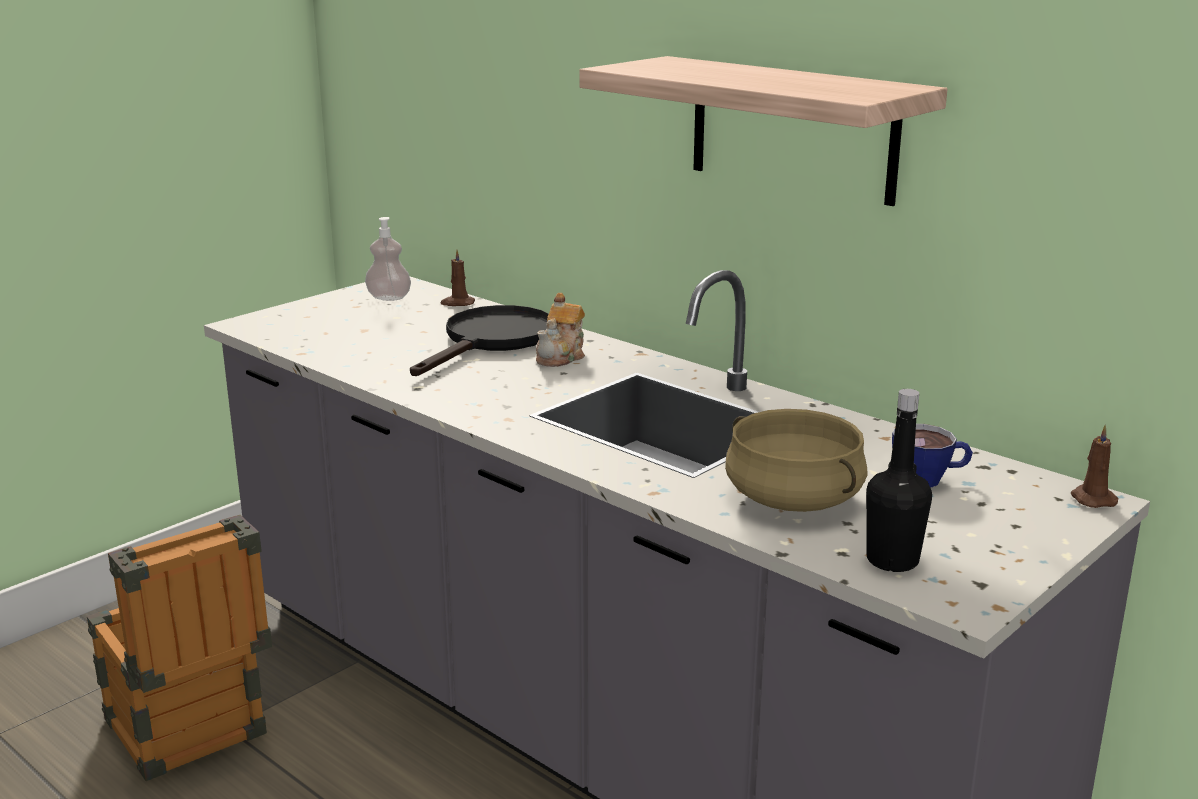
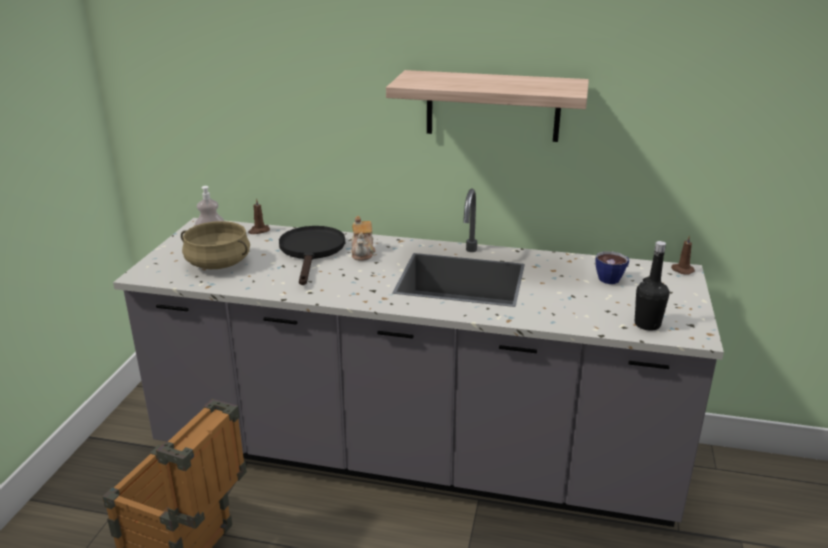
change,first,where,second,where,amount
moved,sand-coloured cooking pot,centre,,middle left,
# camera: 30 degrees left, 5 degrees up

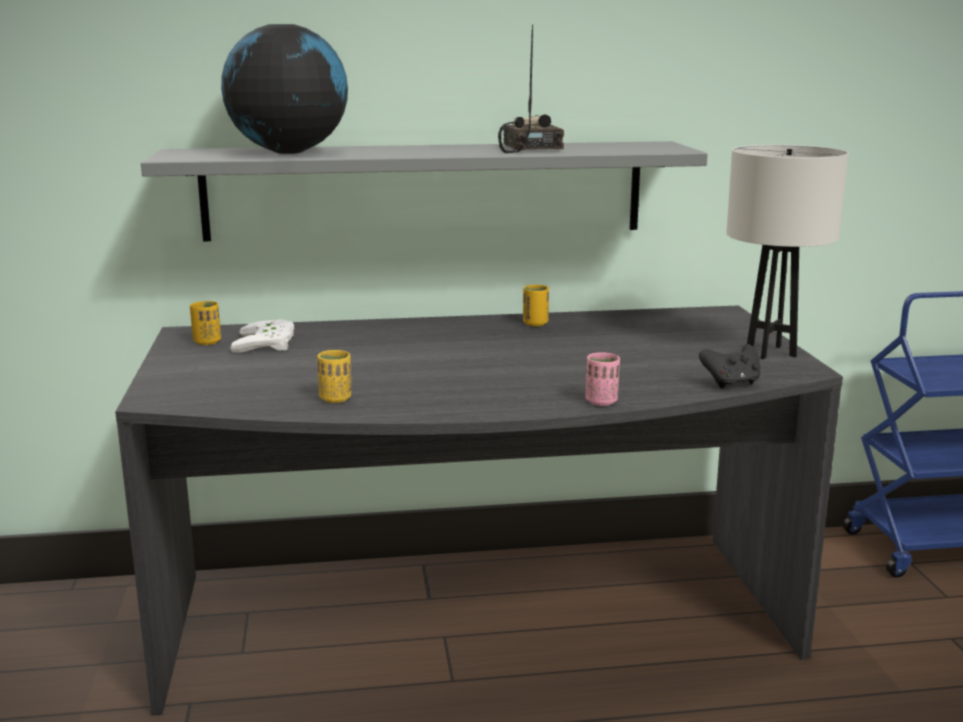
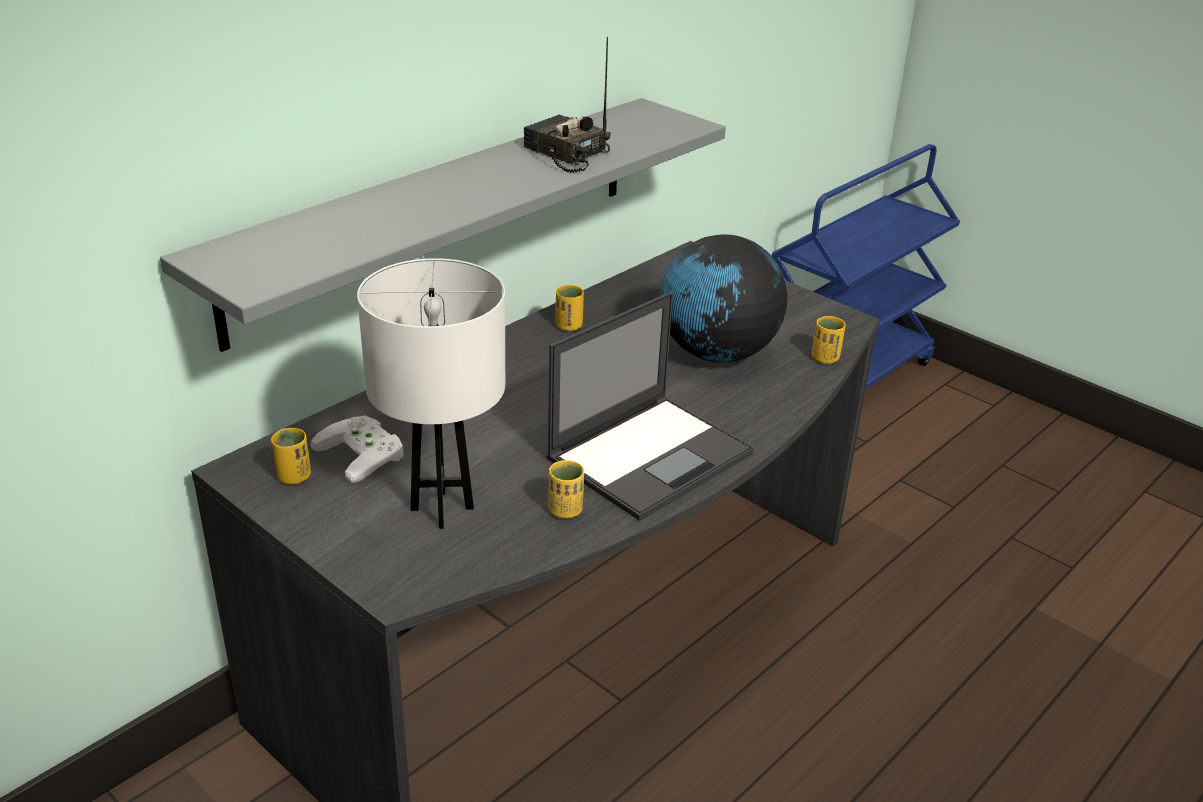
change,first,where,second,where,amount
moved,desk globe,top left,,centre,
moved,white-coloured lamp for a table,middle right,,centre,
replaced,black game controller,middle right,yellow drinking cup (4th from left),middle right,
removed,pink-coloured drinking cup,centre,,,
added,,,notebook computer,centre,
# camera: 40 degrees left, 15 degrees up

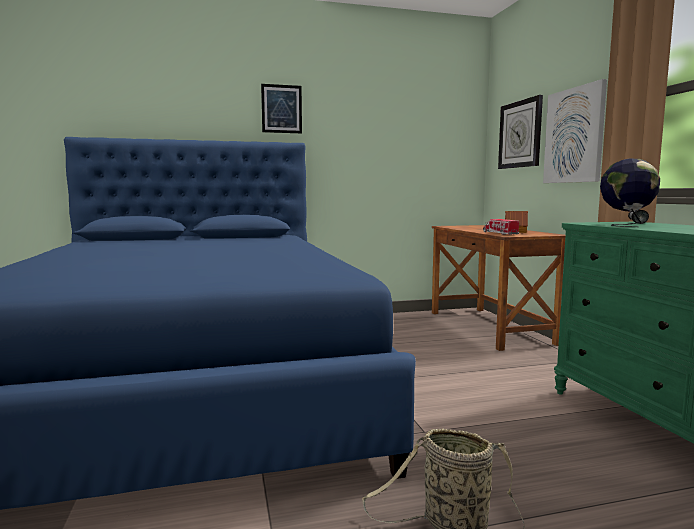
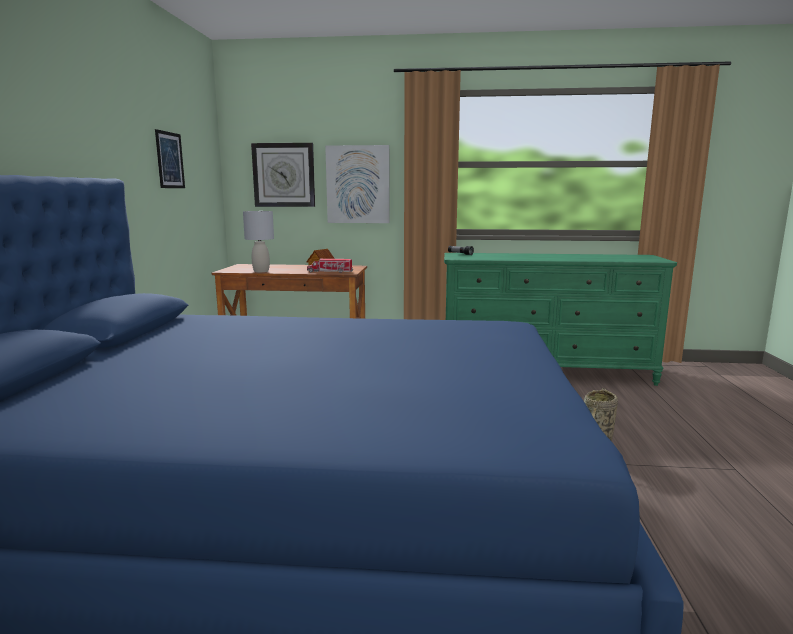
change,first,where,second,where,amount
moved,wall picture (1st from left),top centre,,top left,
removed,desk globe,middle right,,,
added,,,gray lamp for a table,middle left,
# camera: 70 degrees left, 5 degrees up

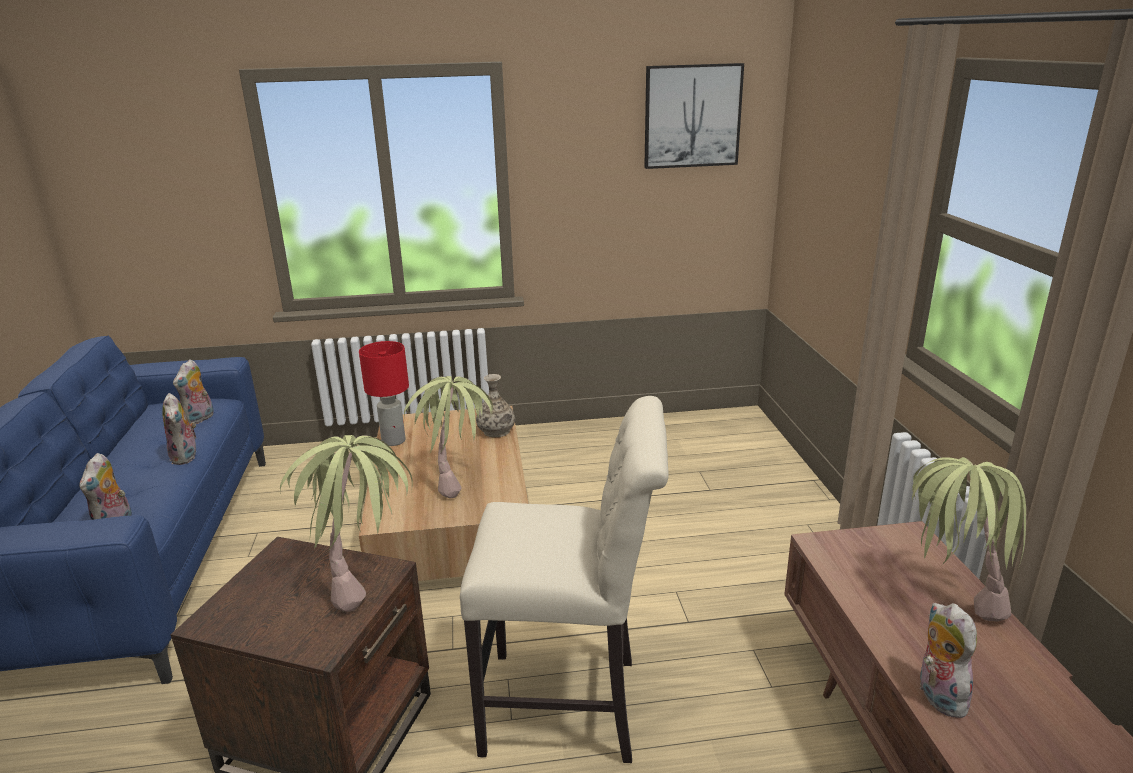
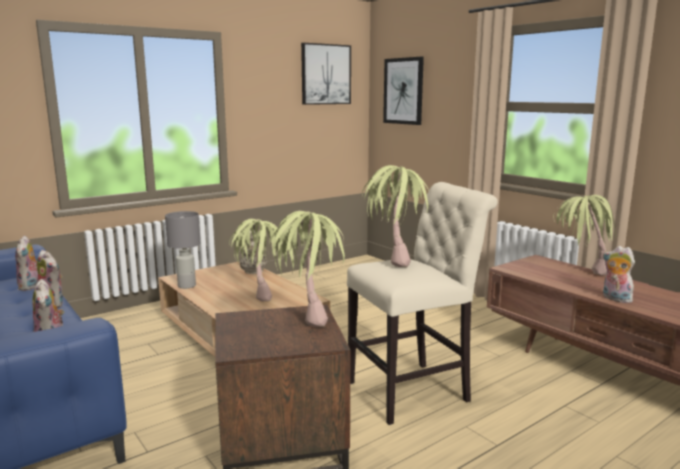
change,first,where,second,where,amount
recoloured,red lamp for a table,centre,gray lamp for a table,middle left,
added,,,wall picture (2nd from left),top centre,
added,,,houseplant (3rd from left),centre,
# camera: 30 degrees left, 10 degrees down

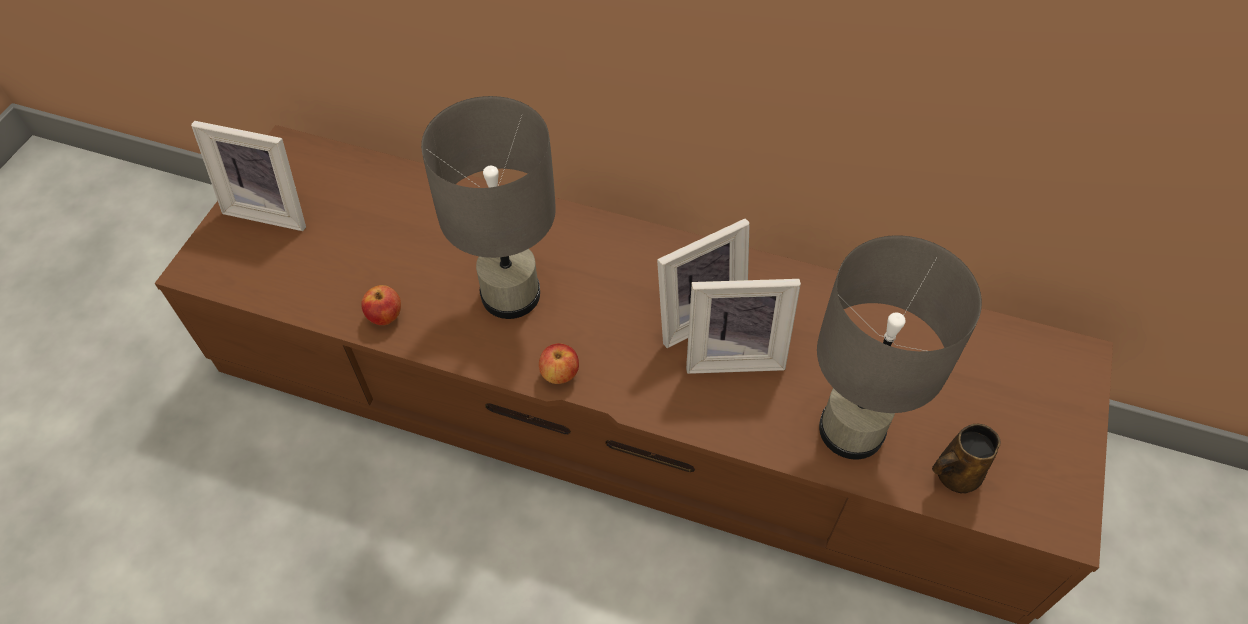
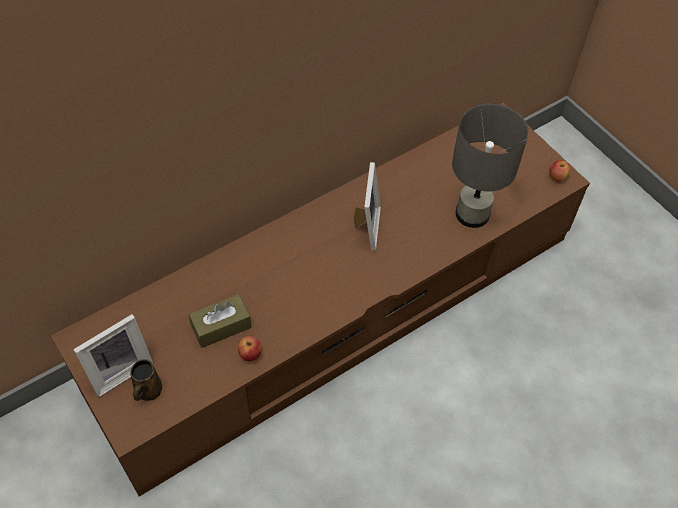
change,first,where,second,where,amount
removed,gray lamp for a table (1st from left),top centre,,,
removed,standing frame (3rd from left),centre,,,
moved,apple (2nd from left),centre,,middle right,
moved,brown tea mug,bottom right,,bottom left,
added,,,brown tissue holder,middle left,
# camera: 55 degrees left, 0 degrees up

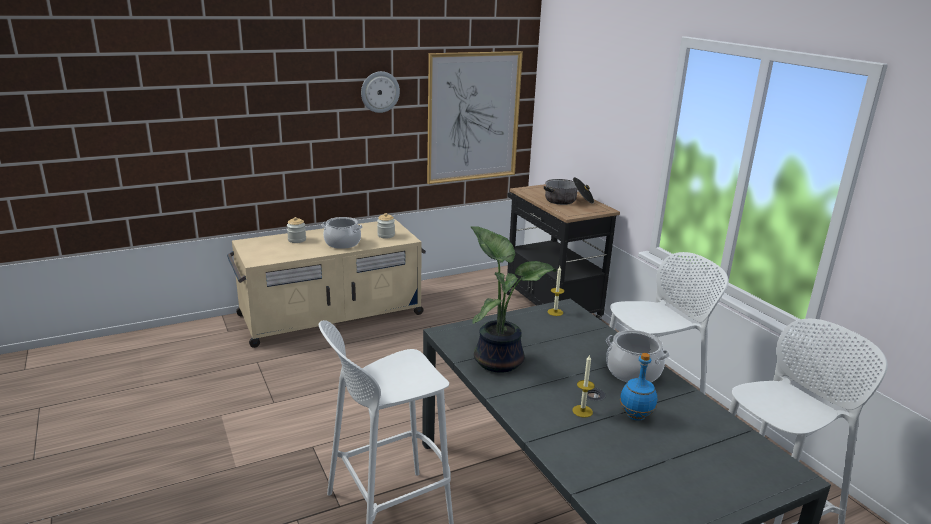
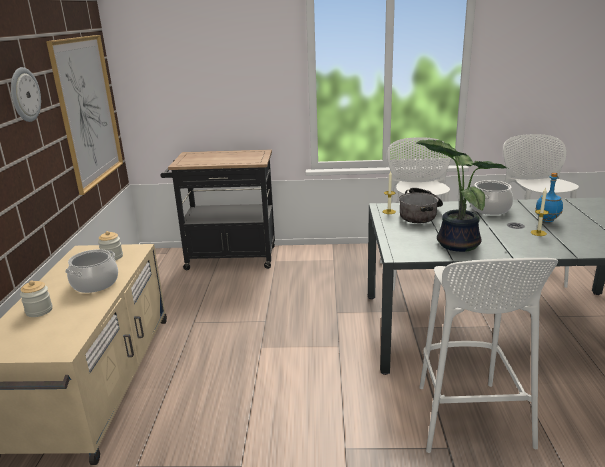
change,first,where,second,where,amount
moved,cooking pot (2nd from left),centre,,middle right,
# camera: 60 degrees left, 0 degrees up

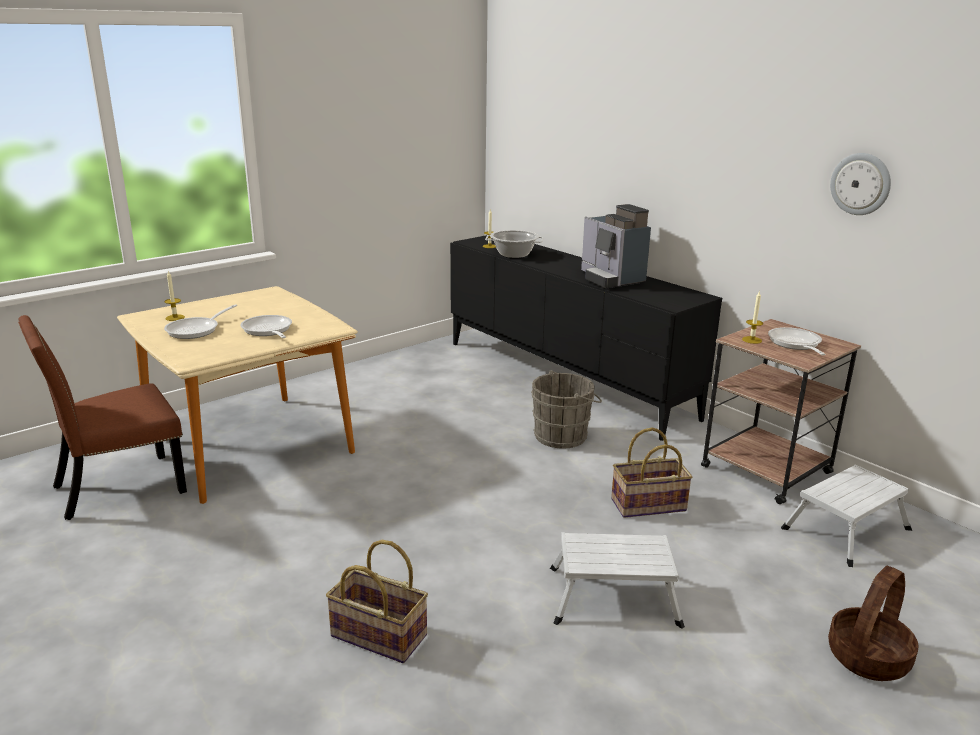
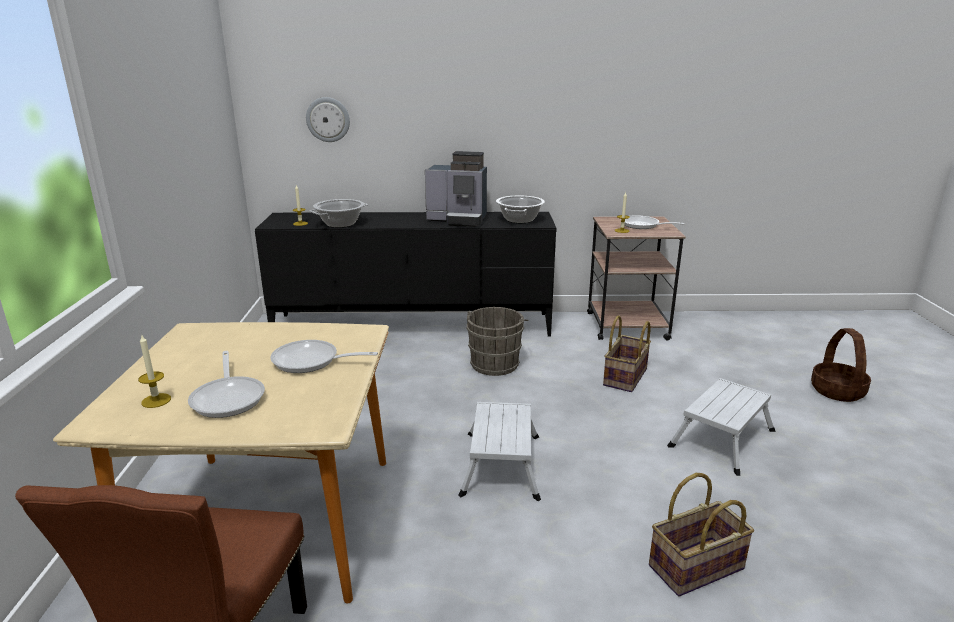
change,first,where,second,where,amount
moved,hanging clock,top right,,top centre,
moved,white-coloured step stool (2nd from left in the first image),bottom right,white-coloured step stool (1st from left),bottom centre,
added,,,cooking pot (2nd from left),centre,
# camera: 50 degrees left, 0 degrees up

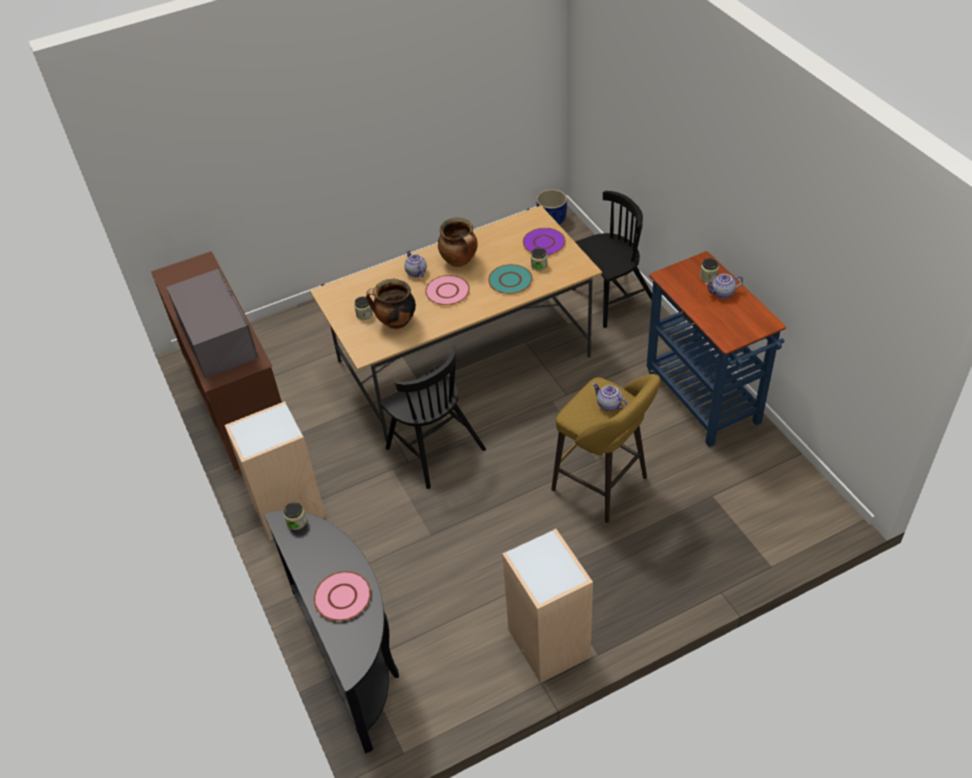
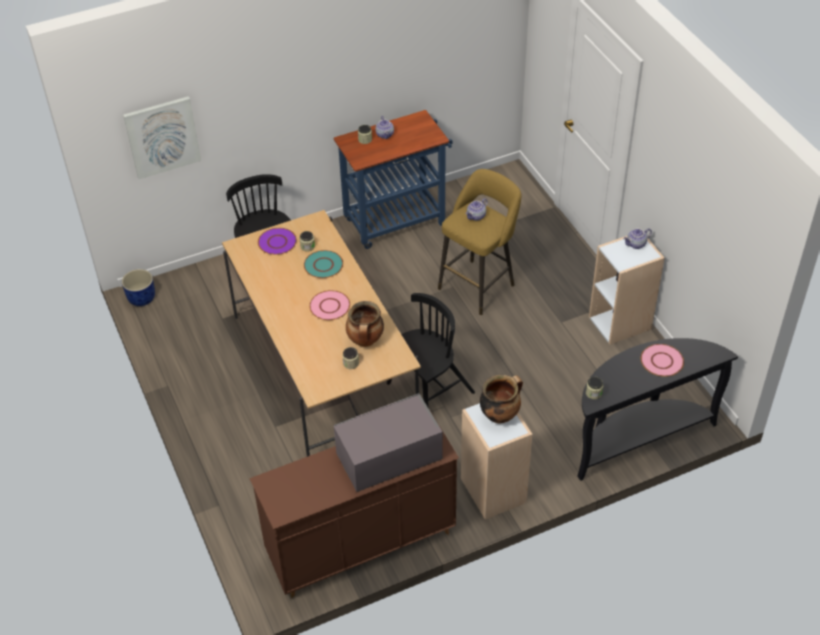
change,first,where,second,where,amount
moved,cooking pot (2nd from left),top centre,,centre,
moved,tea pot (1st from left in the first image),centre,tea pot (3rd from left),middle right,
added,,,wall picture,top left,
# camera: 90 degrees left, 0 degrees up

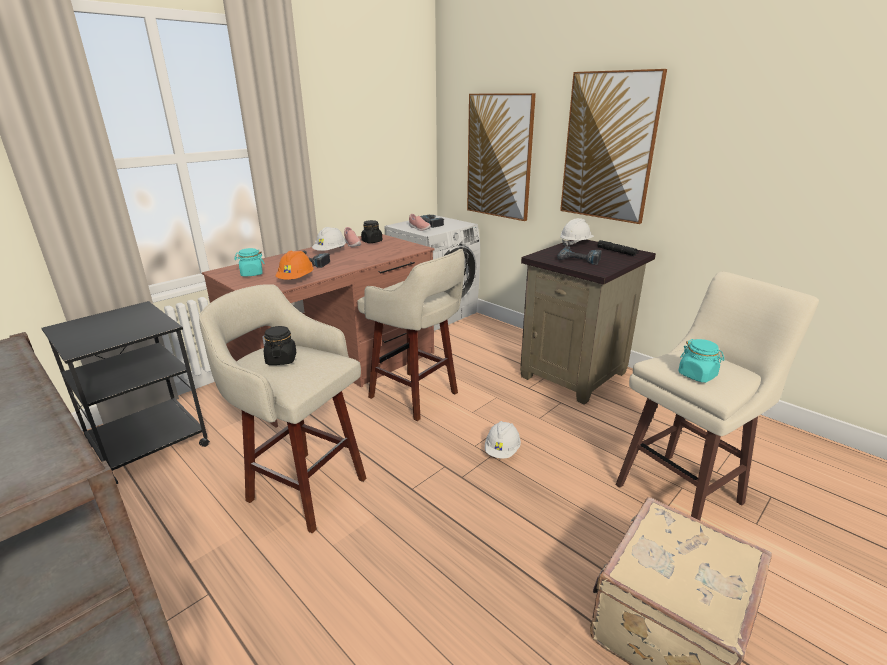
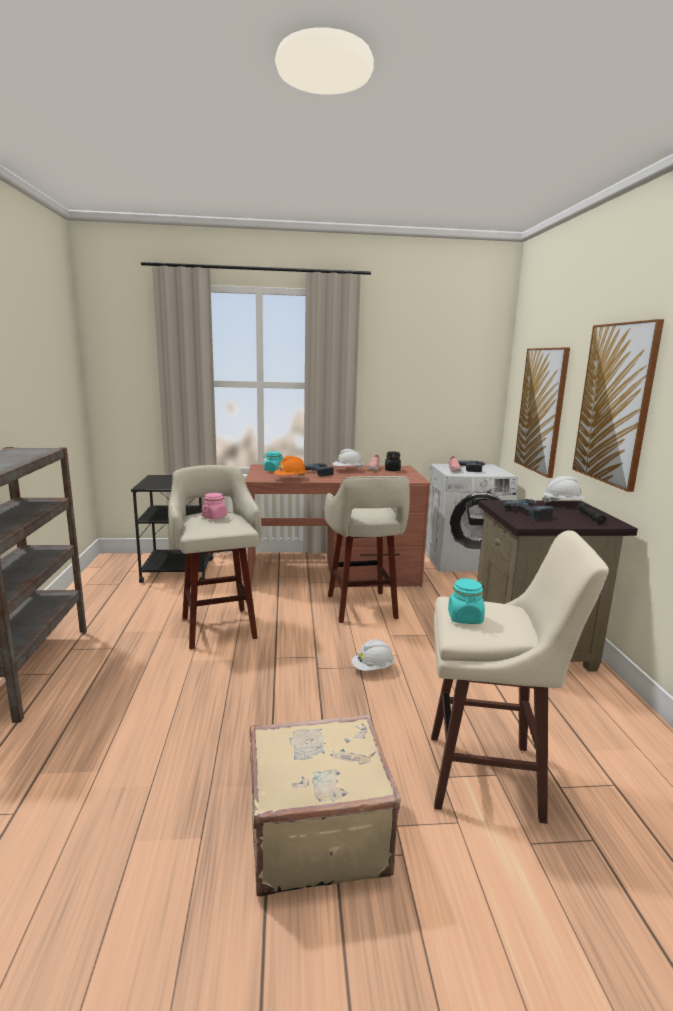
change,first,where,second,where,amount
recoloured,black preserve jar (1st from left),middle left,pink-coloured preserve jar,middle left,
# camera: 40 degrees right, 10 degrees down

